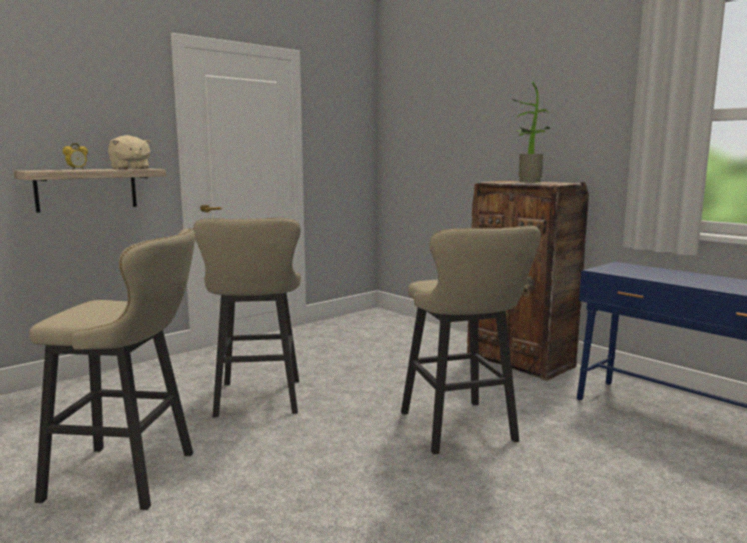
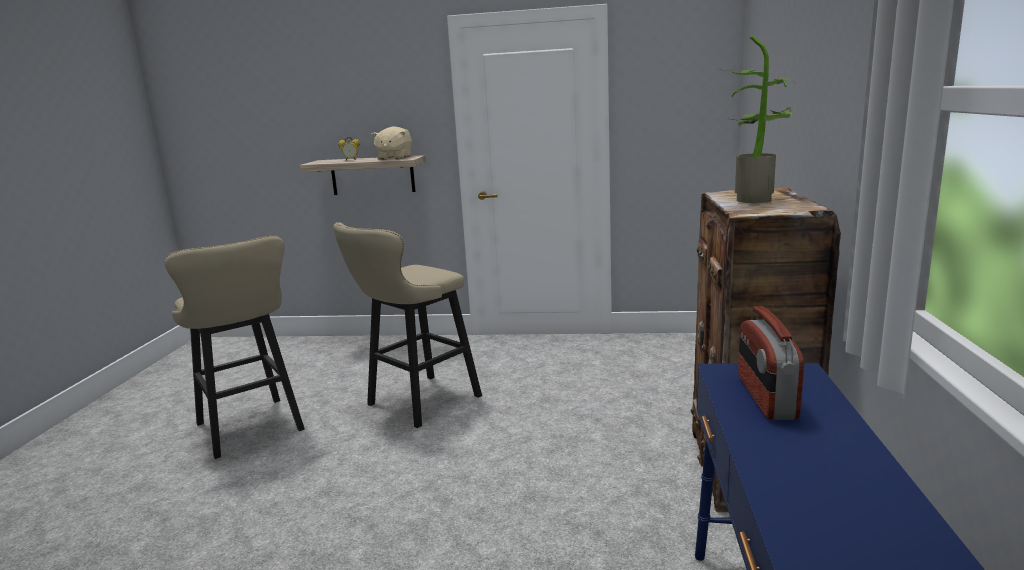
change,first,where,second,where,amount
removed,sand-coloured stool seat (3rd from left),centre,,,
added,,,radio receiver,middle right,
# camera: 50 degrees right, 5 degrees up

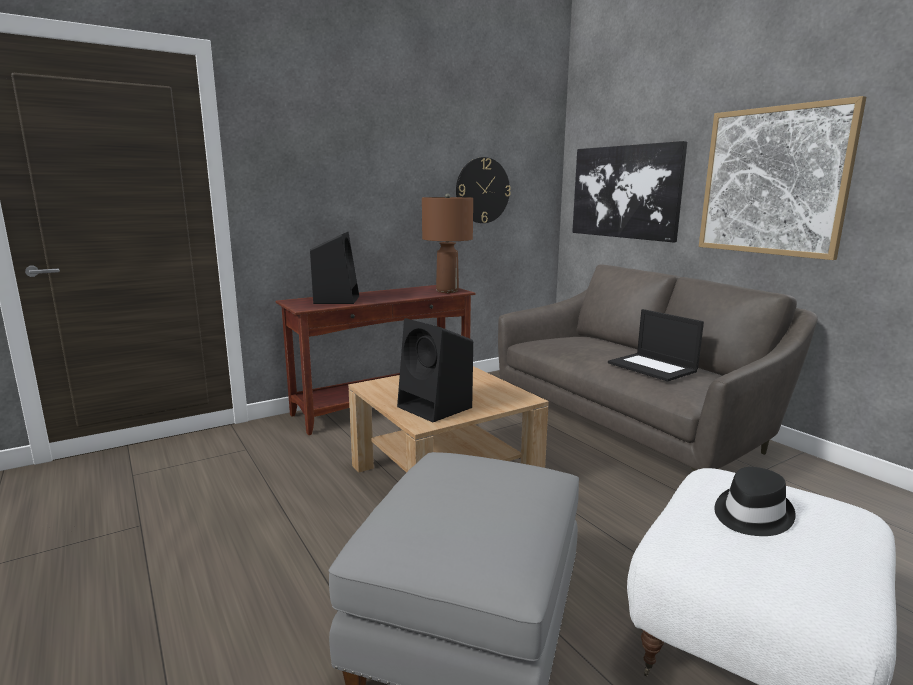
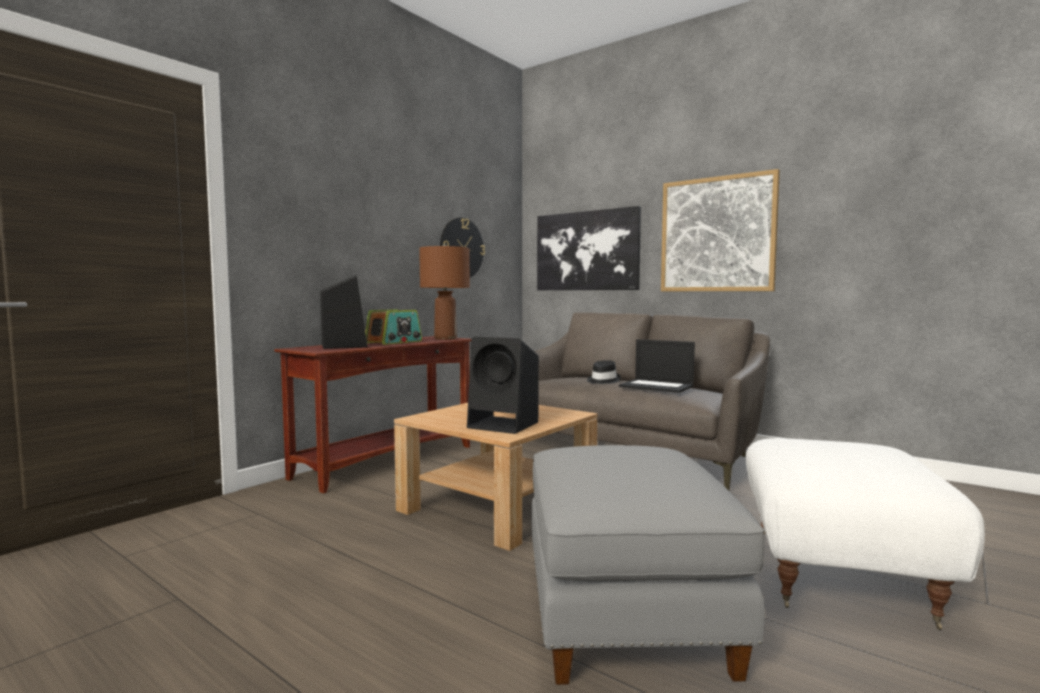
change,first,where,second,where,amount
moved,black clothing hat,bottom right,,centre,
added,,,radio receiver,centre,
# camera: 20 degrees left, 10 degrees down

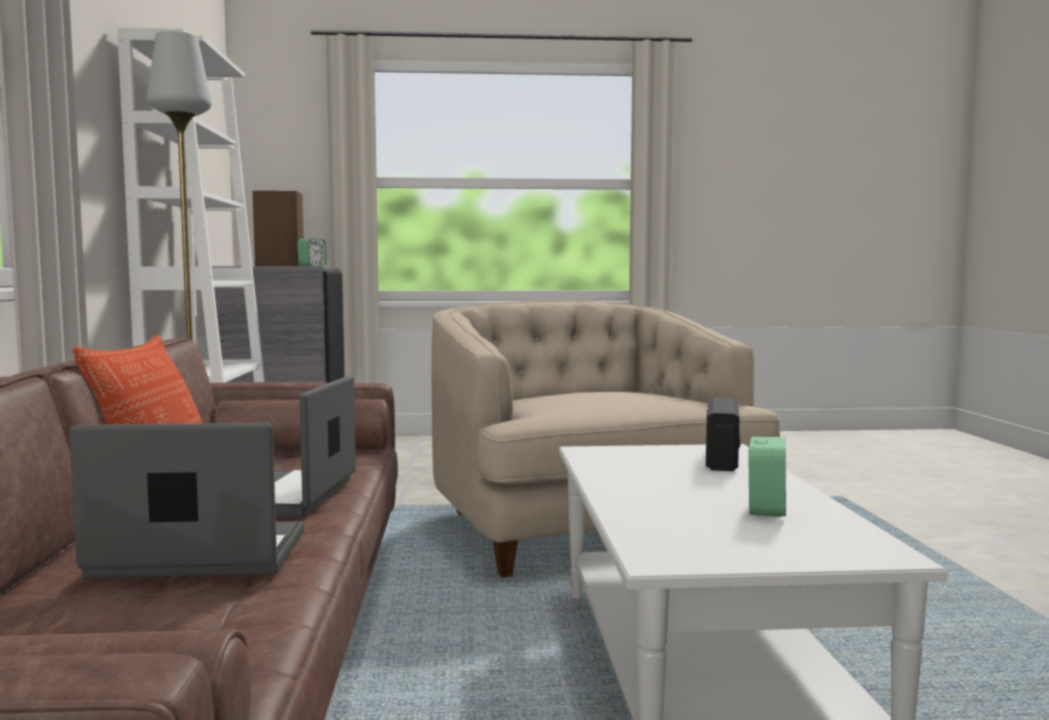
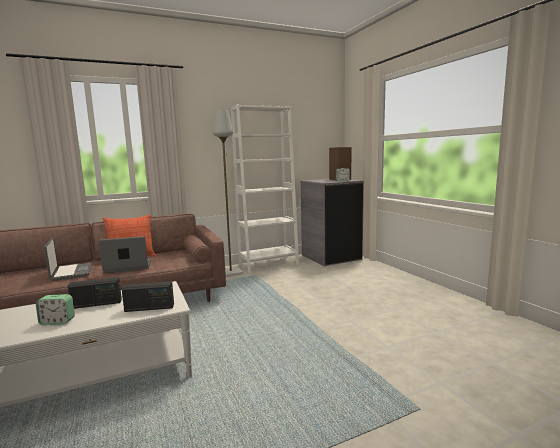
change,first,where,second,where,amount
removed,sand-coloured easy chair,centre,,,
added,,,radio receiver (1st from left),middle left,
# camera: 70 degrees right, 5 degrees up

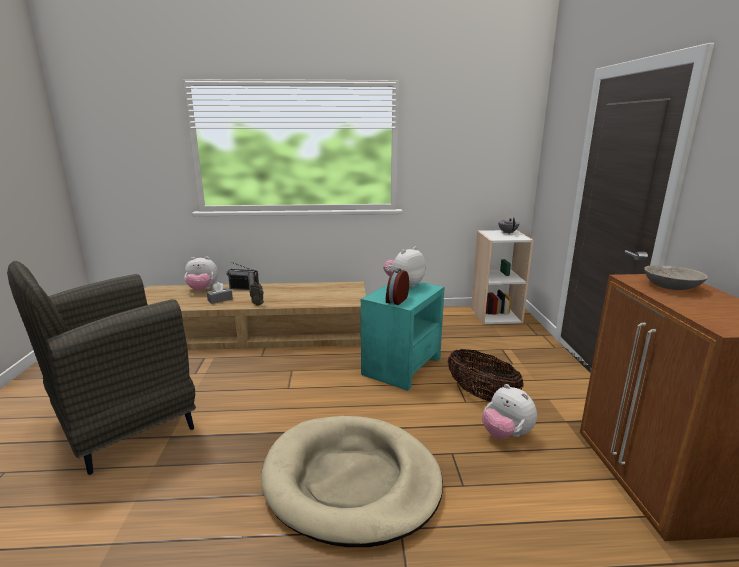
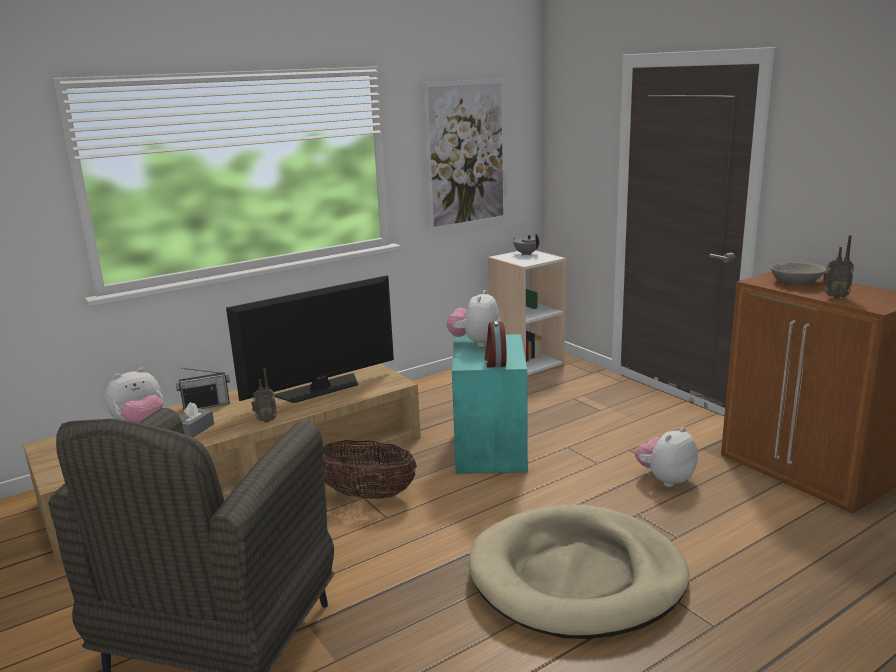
change,first,where,second,where,amount
moved,basket,centre,,bottom centre,
turned,plush toy (3rd from left),bottom right,,bottom right,120 degrees clockwise
added,,,wall picture,top centre,
added,,,radio receiver (3rd from left),middle right,
added,,,TV set,centre,
# camera: 30 degrees left, 0 degrees up

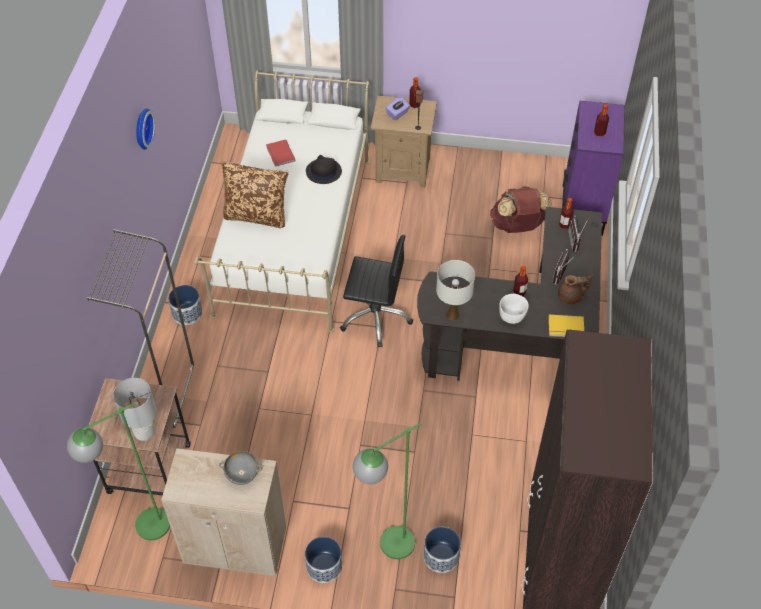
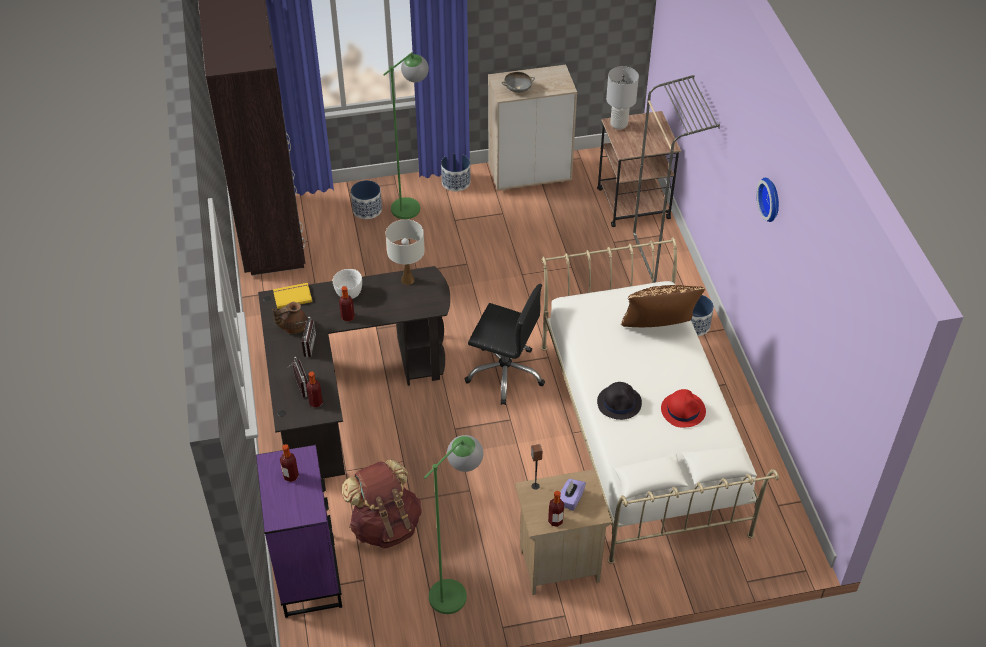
change,first,where,second,where,amount
replaced,red volume,top centre,red clothing hat,middle right,
turned,black desk chair,centre,,centre,150 degrees counterclockwise
moved,green-coloured floor lamp (1st from left in the first image),bottom left,green-coloured floor lamp (2nd from left),bottom centre,
# camera: 160 degrees right, 5 degrees down

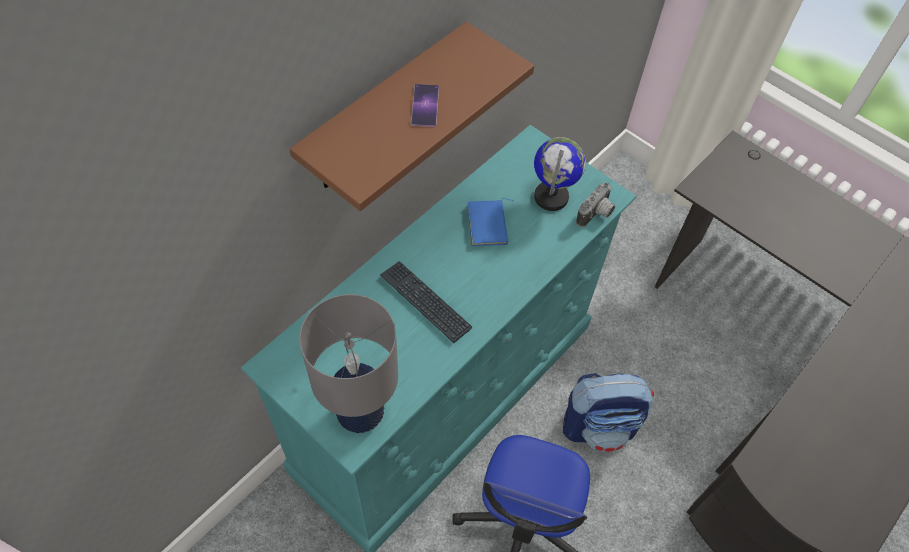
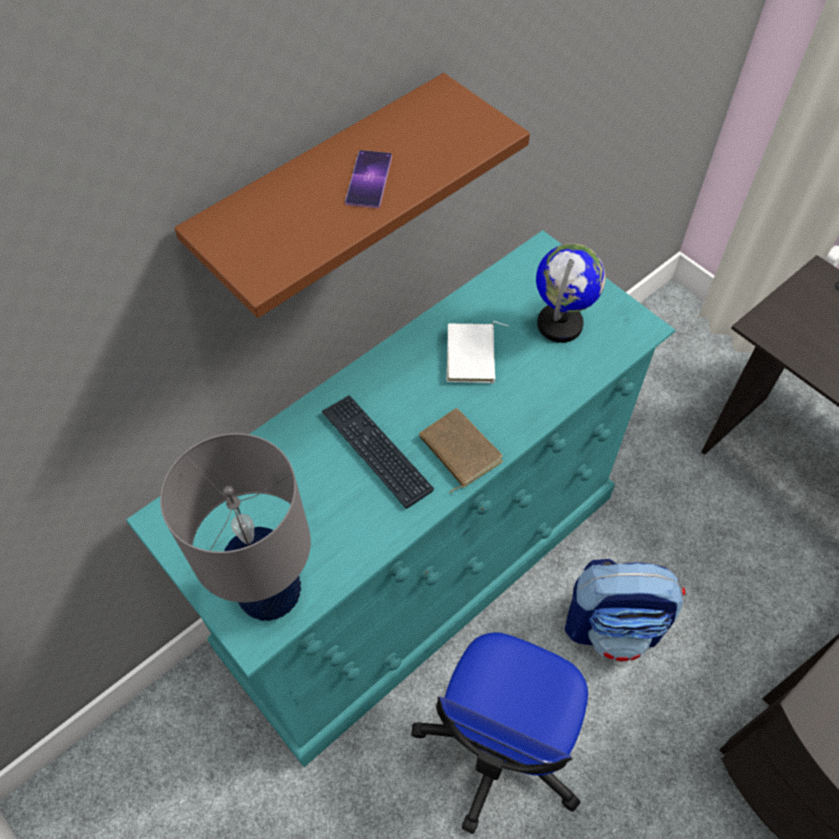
change,first,where,second,where,amount
removed,photo camera,centre,,,
recoloured,blue volume,centre,white-coloured volume,centre,
added,,,brown volume,centre,
# camera: 10 degrees right, 0 degrees up

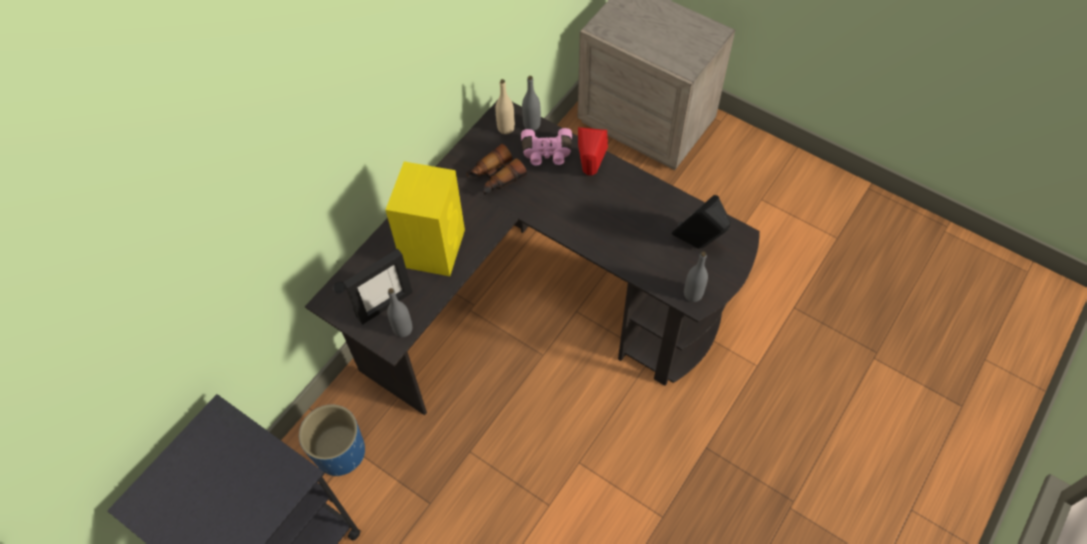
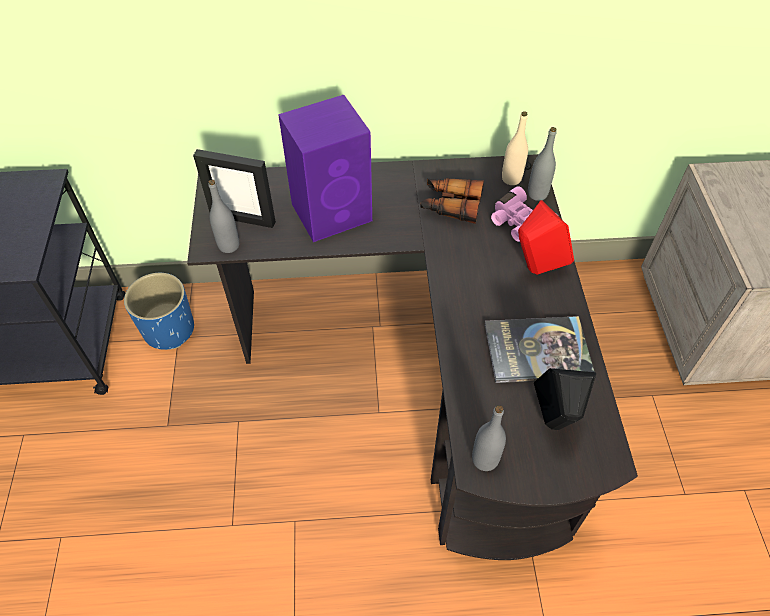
change,first,where,second,where,amount
recoloured,yellow loudspeaker,centre,purplish loudspeaker,top centre,
added,,,volume,middle right,
# camera: 50 degrees right, 5 degrees down

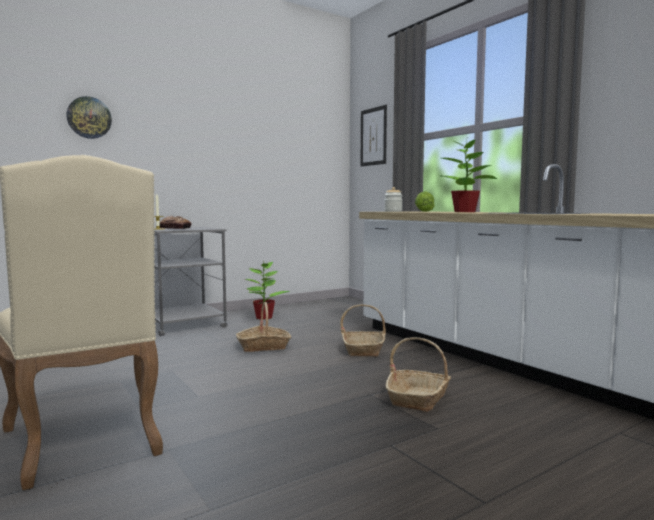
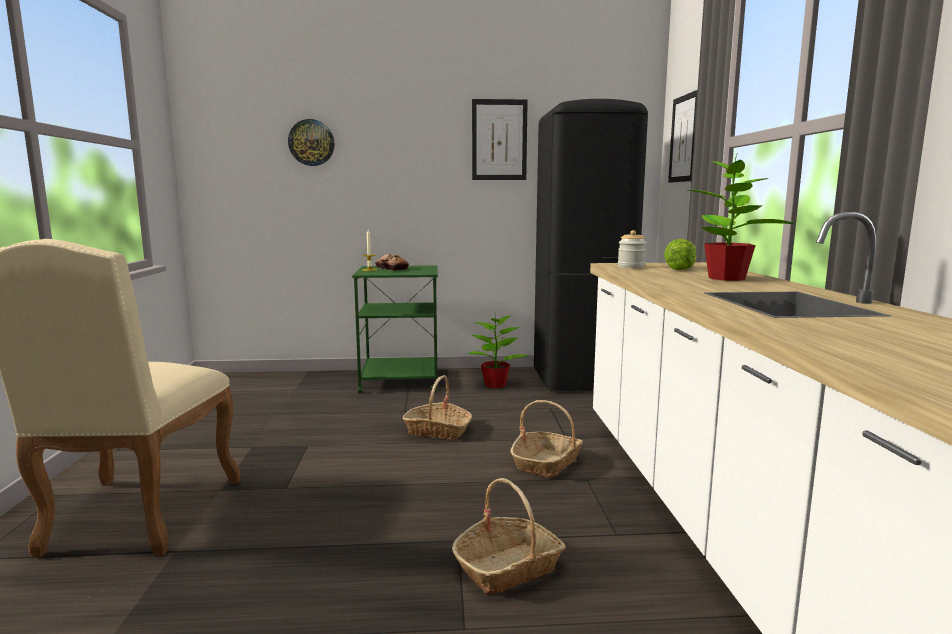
change,first,where,second,where,amount
recoloured,gray cart,middle left,green-coloured cart,centre,
added,,,wall picture (1st from left),top centre,
added,,,black fridge,centre,
# camera: 30 degrees right, 5 degrees up

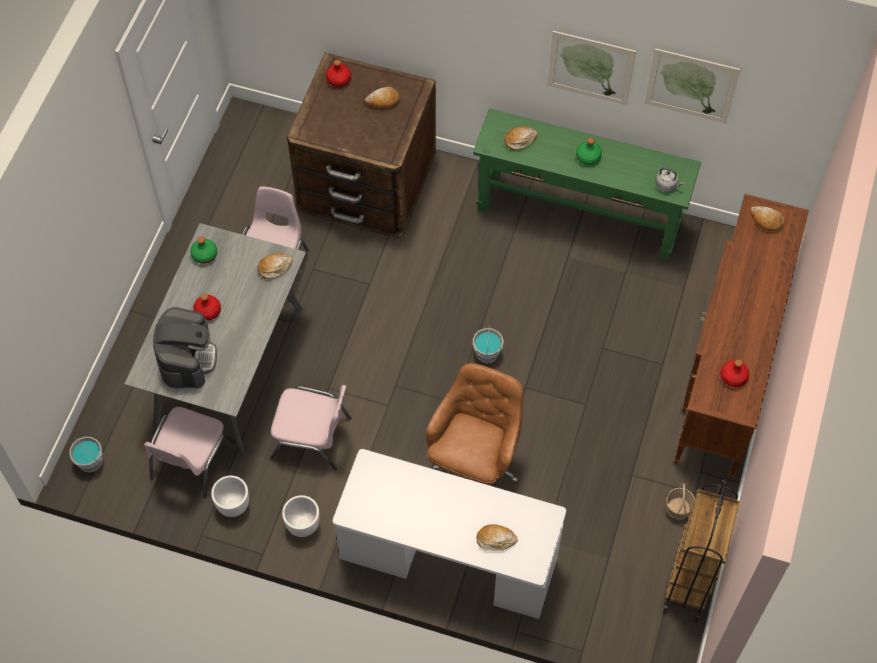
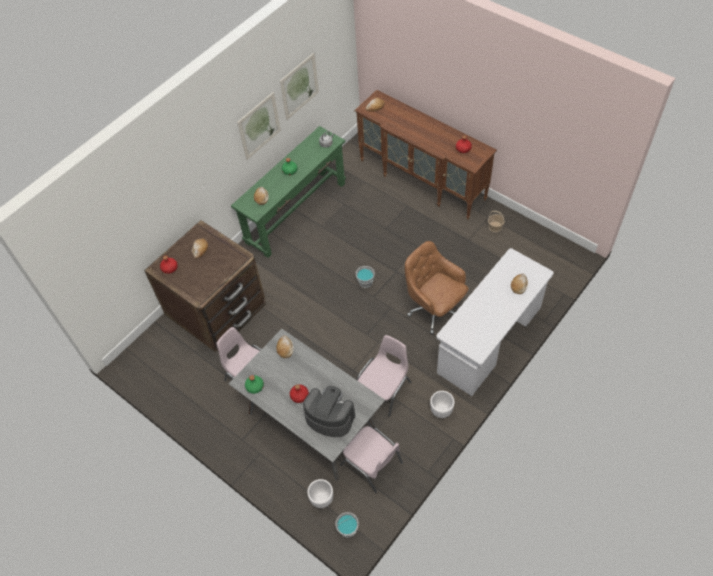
change,first,where,second,where,amount
moved,white-coloured planter (1st from left),bottom left,,bottom centre,
removed,brown cart,bottom right,,,
# camera: 65 degrees left, 5 degrees down

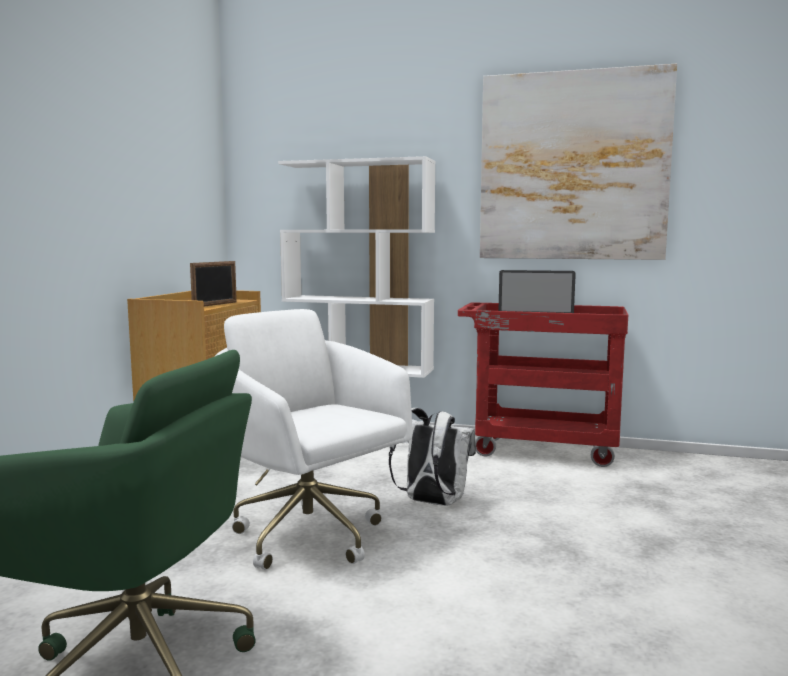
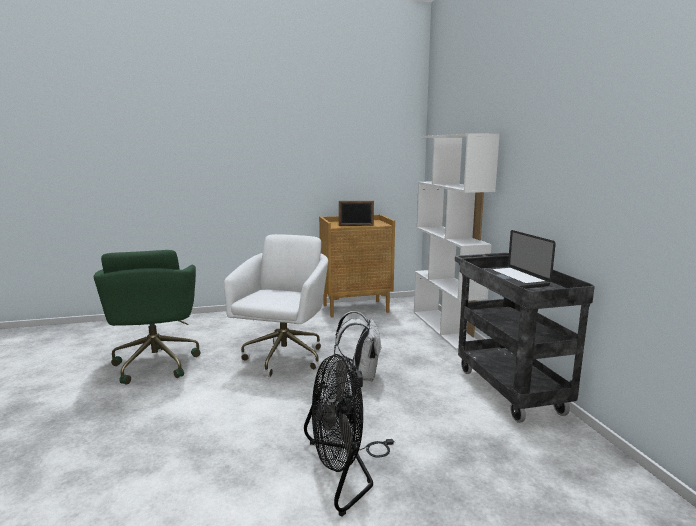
change,first,where,second,where,amount
removed,wall picture,top right,,,
recoloured,red cart,middle right,black cart,middle right,
added,,,black electric fan,bottom centre,
# camera: 60 degrees right, 5 degrees up

